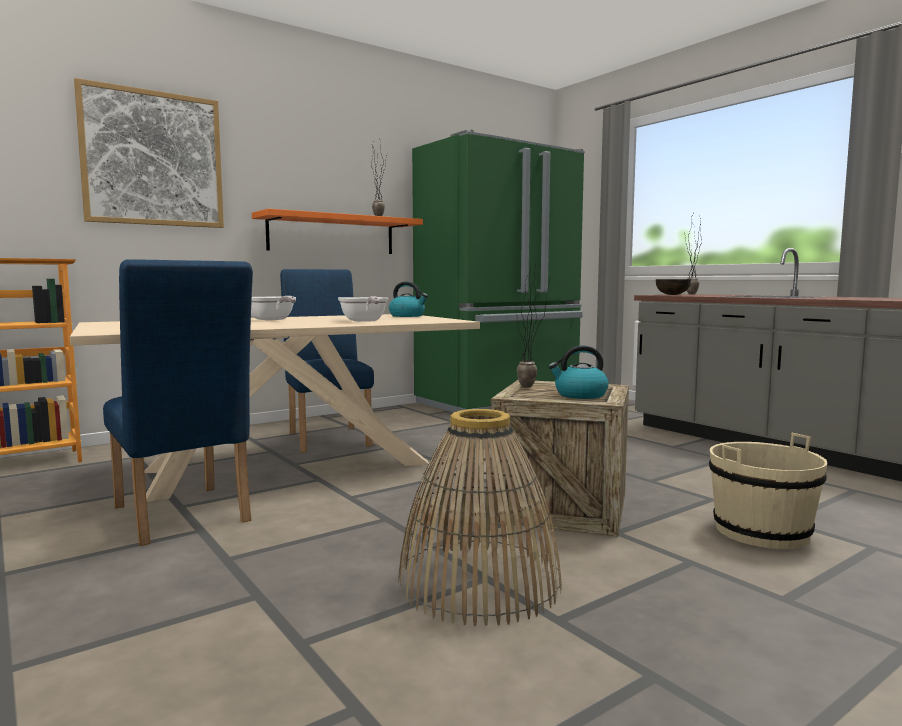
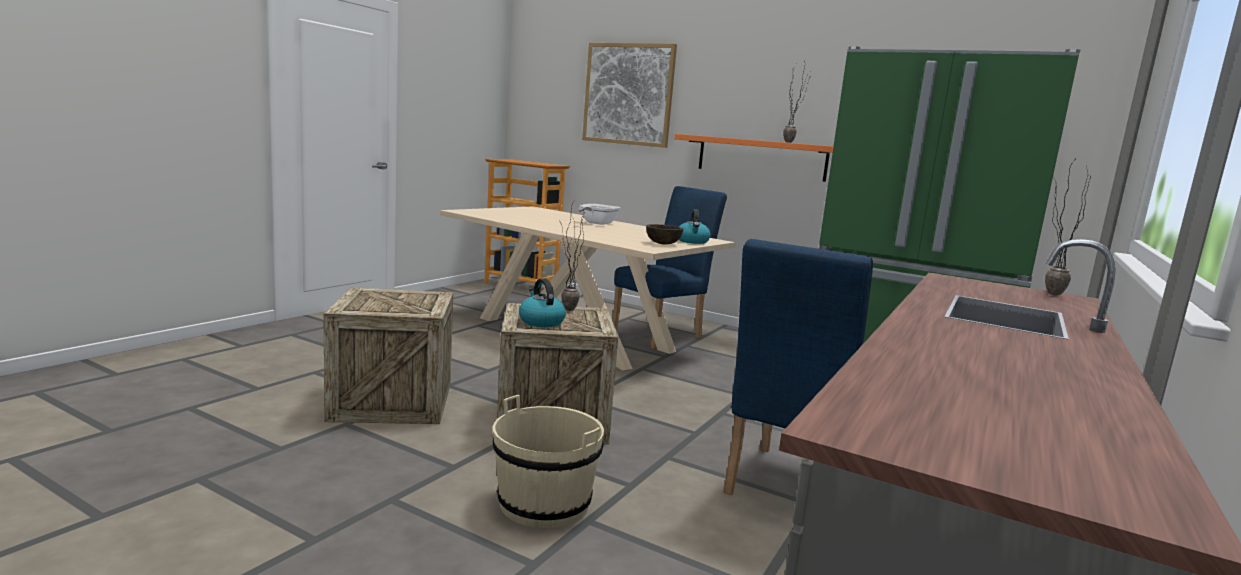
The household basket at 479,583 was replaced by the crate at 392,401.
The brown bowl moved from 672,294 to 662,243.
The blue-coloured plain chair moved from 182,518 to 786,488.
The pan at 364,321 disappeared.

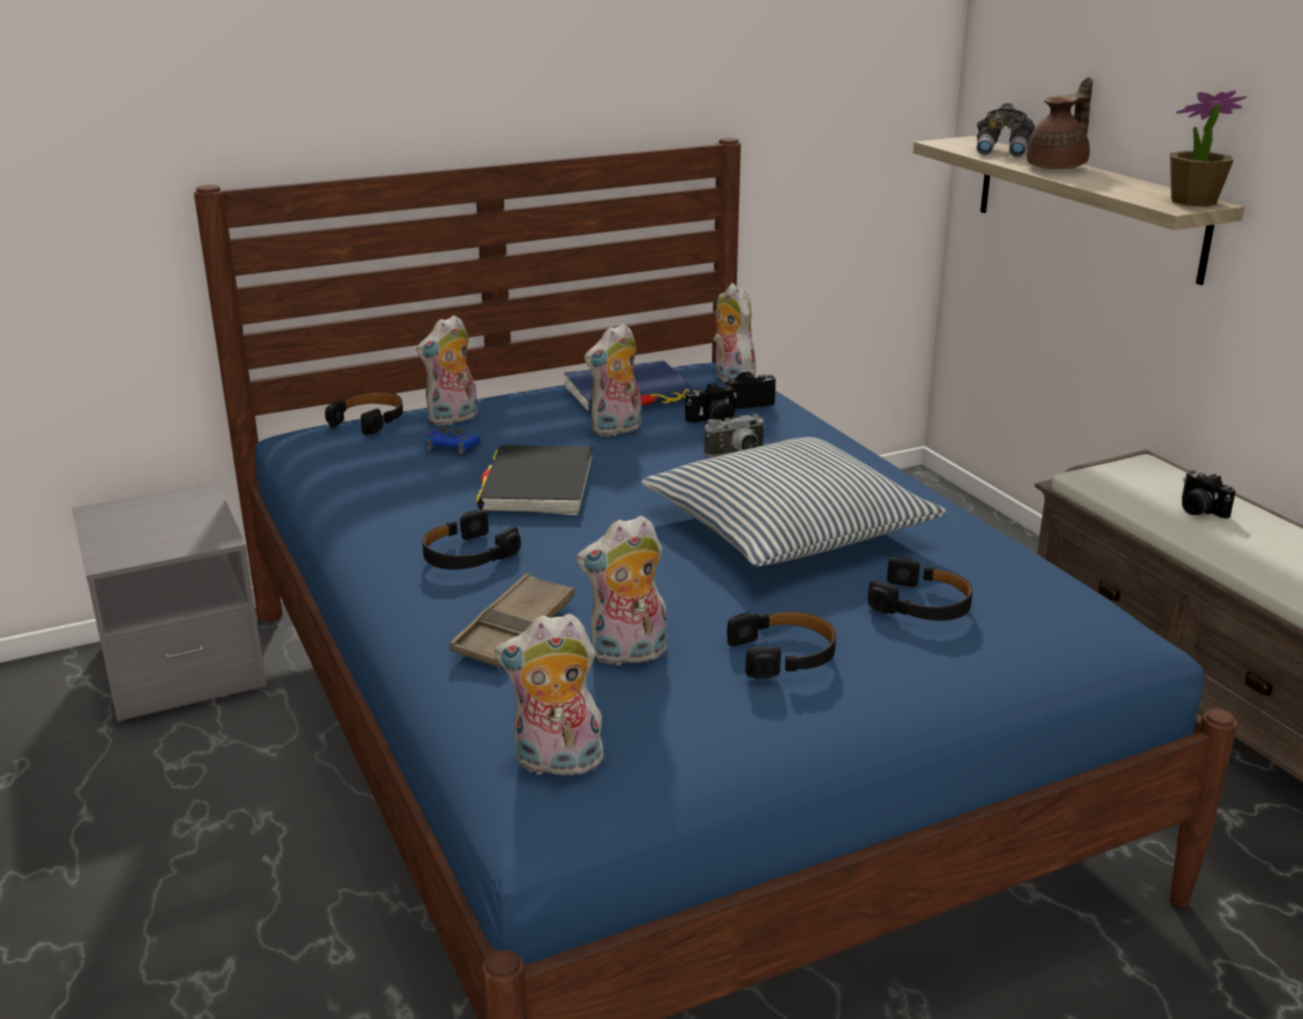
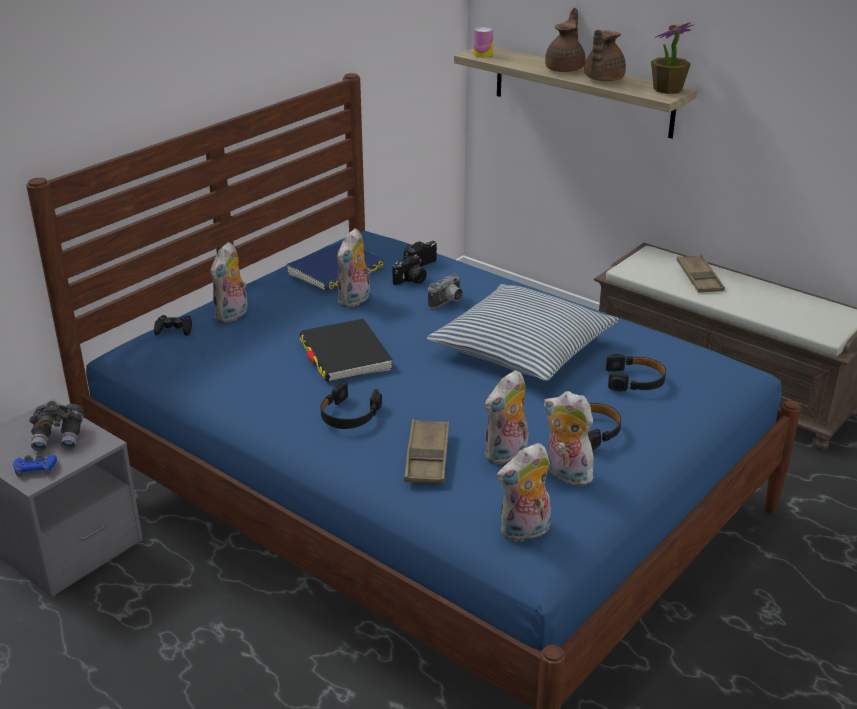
The blue-coloured gamepad moved from 452,447 to 35,469.
The greyish pair of binoculars moved from 1003,151 to 59,437.
The blackish pair of headphones at 369,420 was replaced by the blackish gamepad at 174,329.
The can at 483,54 appeared.
The soft toy moved from 730,379 to 565,474.
The brown teapot at 602,79 appeared.
The still camera at 1199,510 was replaced by the brown serving tray at 699,278.

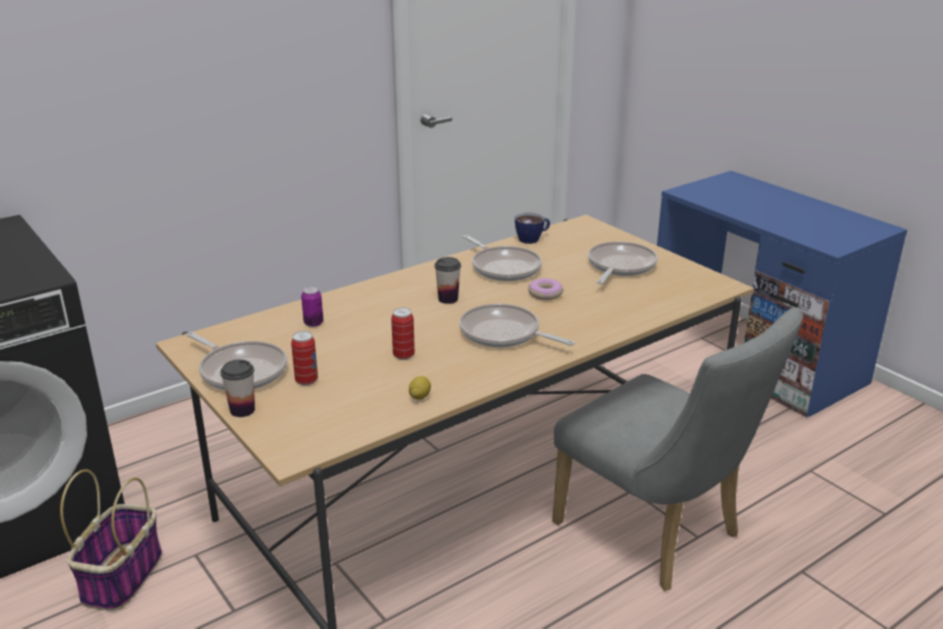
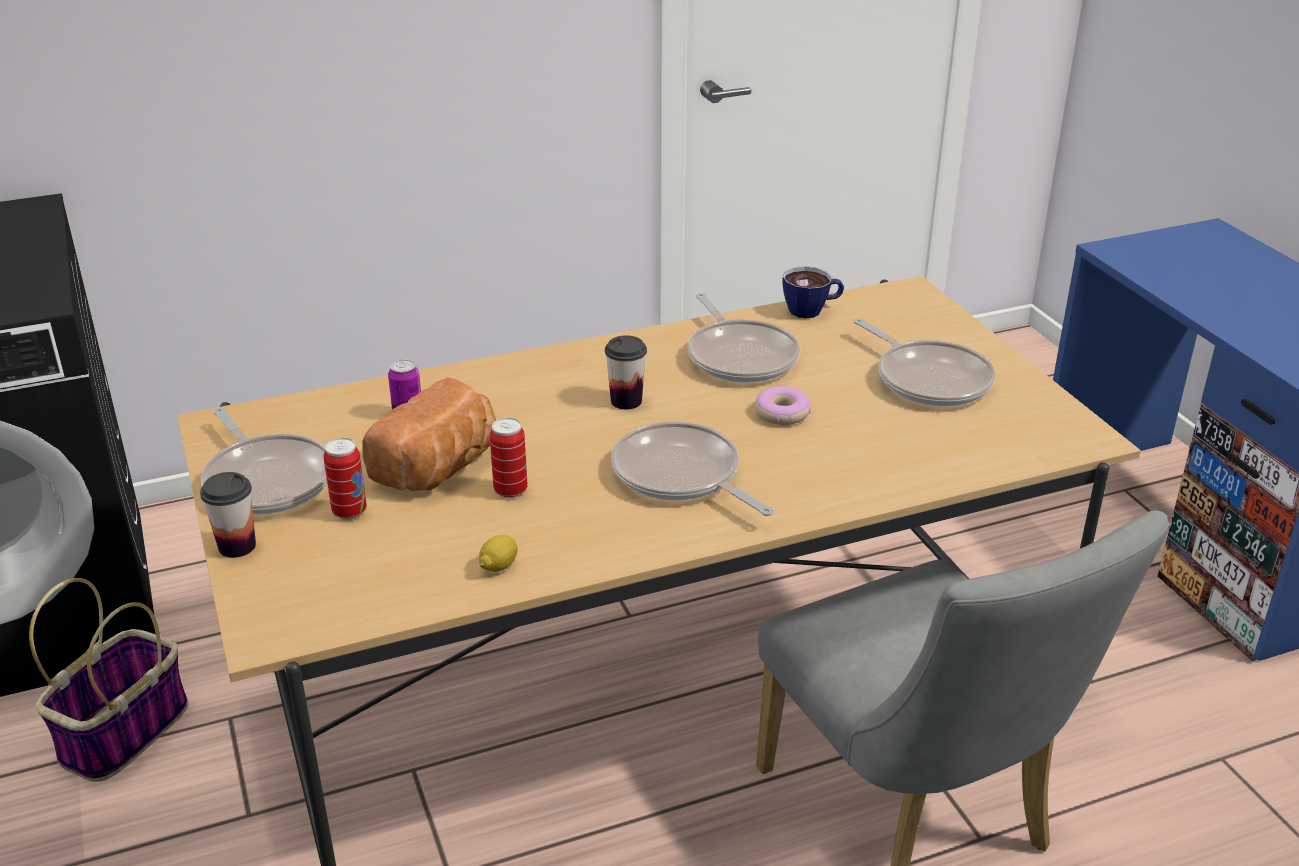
The bakery bread at 440,468 appeared.
The pan at 619,266 turned 105 degrees clockwise.

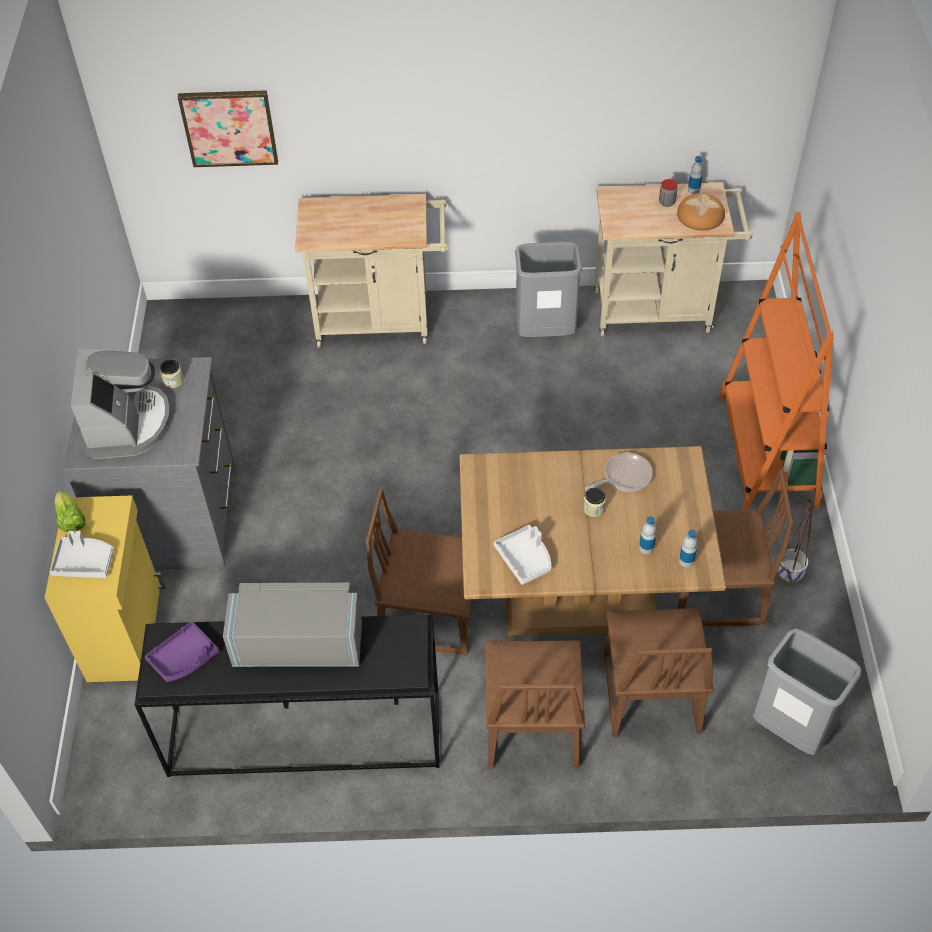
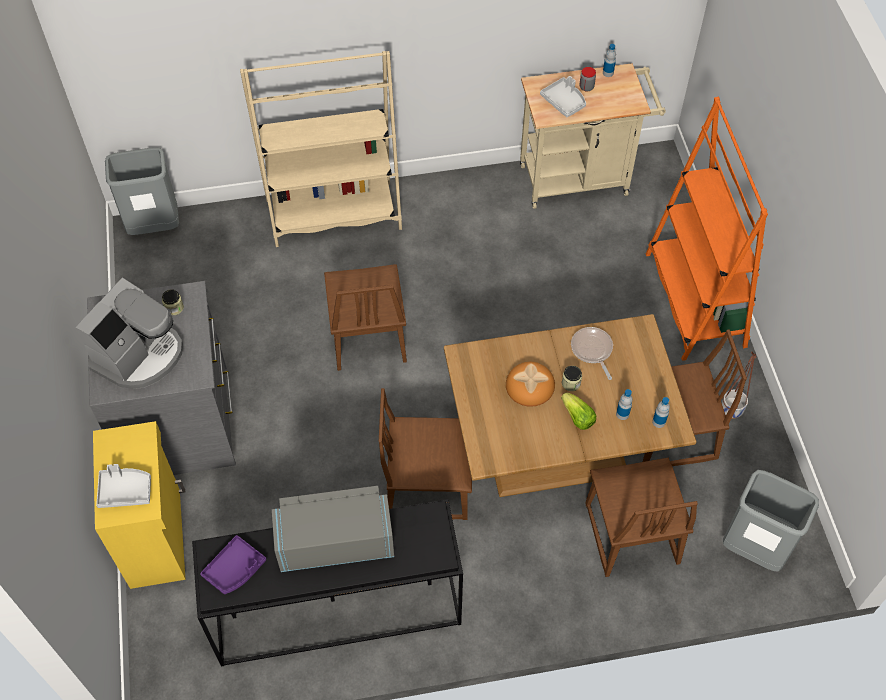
The coffee maker at 127,424 turned 45 degrees clockwise.
The greyish rubbish bin moved from 545,332 to 155,226.
The beige cart at 381,321 was replaced by the beige bookcase at 334,214.
The brown plain chair moved from 530,725 to 367,337.
The bakery bread moved from 700,216 to 529,386.
The greyish serving tray moved from 525,559 to 564,101.
The lettuce moved from 71,520 to 577,417.
The pan at 624,477 turned 75 degrees counterclockwise.
The wall art at 229,127 disappeared.

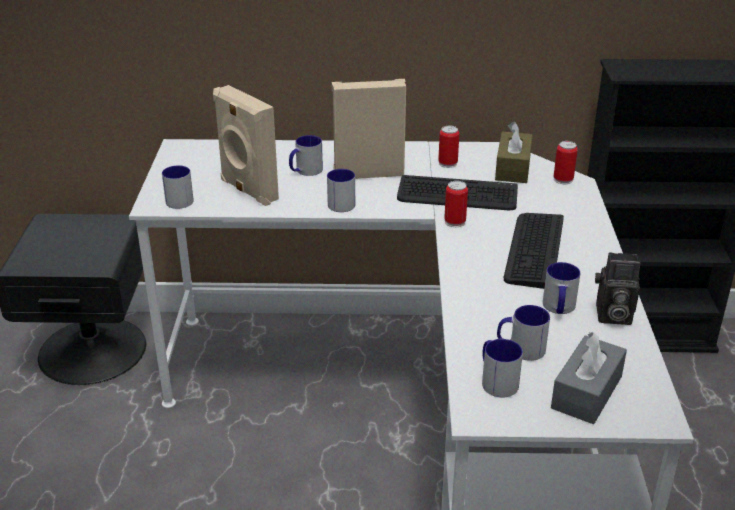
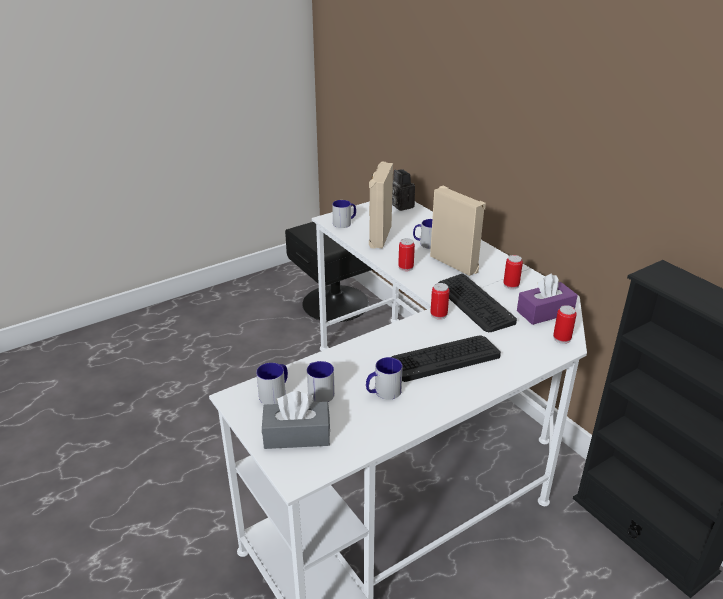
The still camera moved from 611,316 to 401,206.
The coffee mug at 339,202 was replaced by the can at 405,267.
The brown tissue box at 513,168 became the purple tissue box at 545,312.

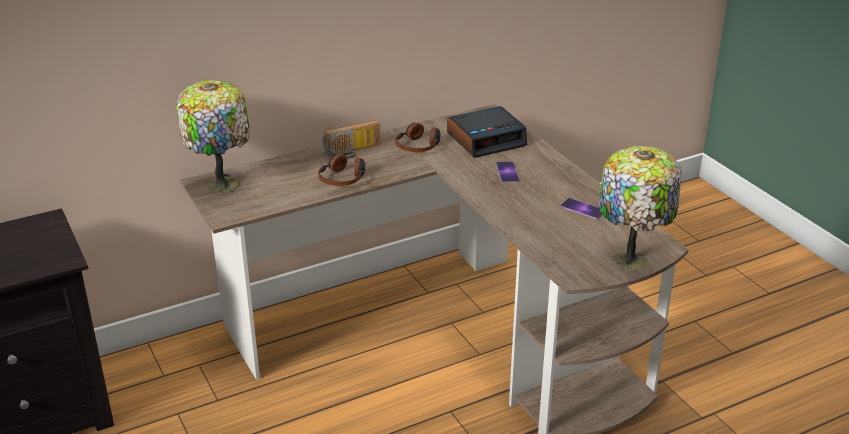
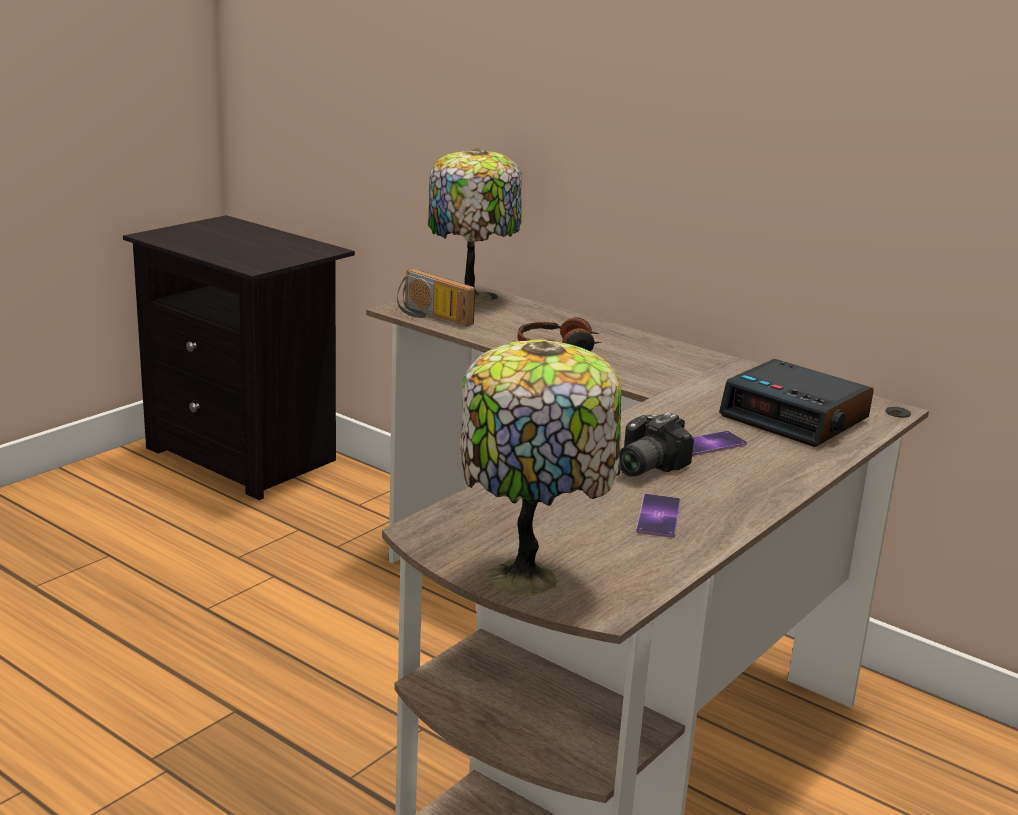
The radio set moved from 353,152 to 431,316.
The still camera at 643,466 appeared.
The pair of headphones at 419,146 disappeared.

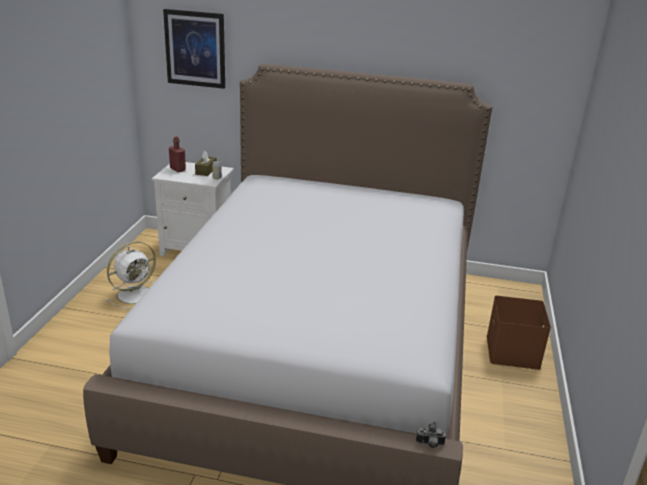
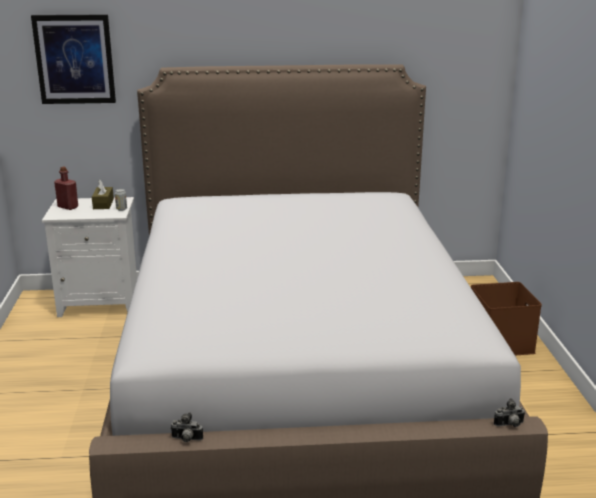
The still camera at 186,440 appeared.
The white cooling fan at 136,294 disappeared.

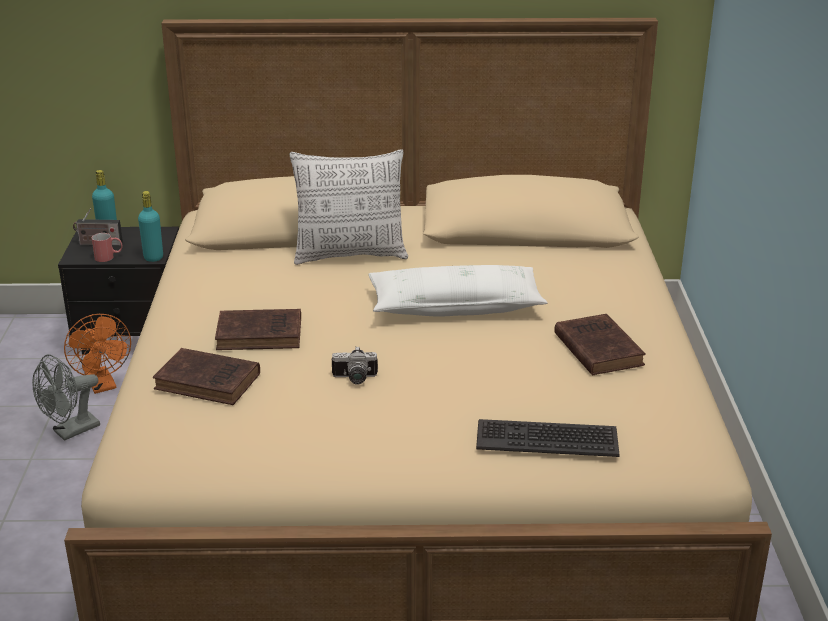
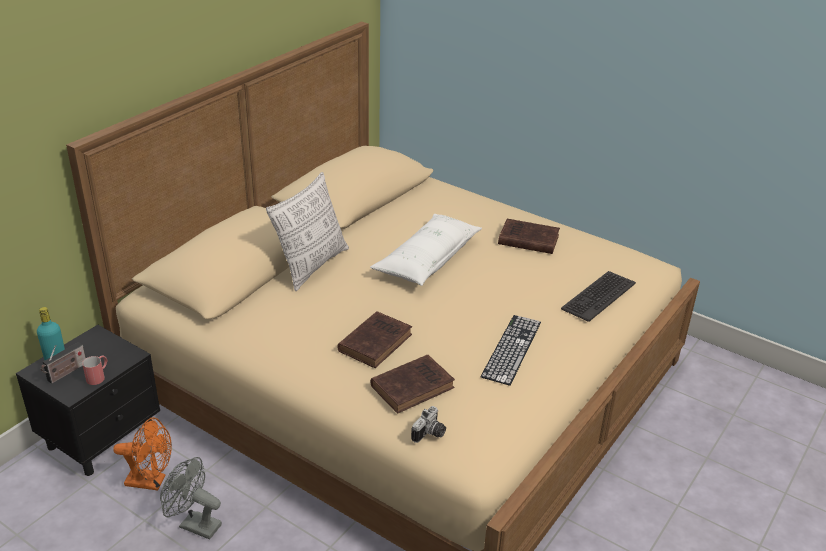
The greyish cooling fan at 70,432 turned 120 degrees clockwise.
The still camera moved from 354,379 to 430,434.
The computer keyboard at 511,349 appeared.
The turquoise-coloured drink bottle at 153,257 disappeared.

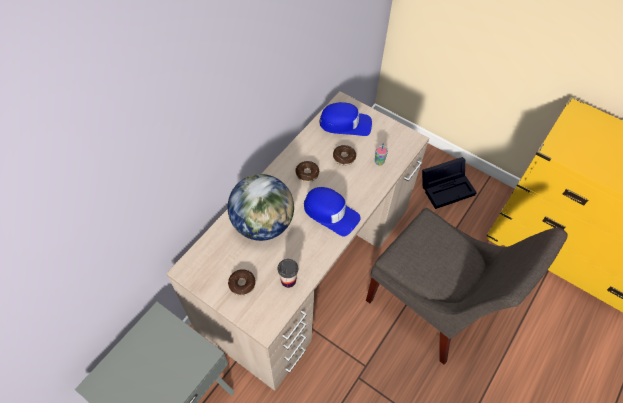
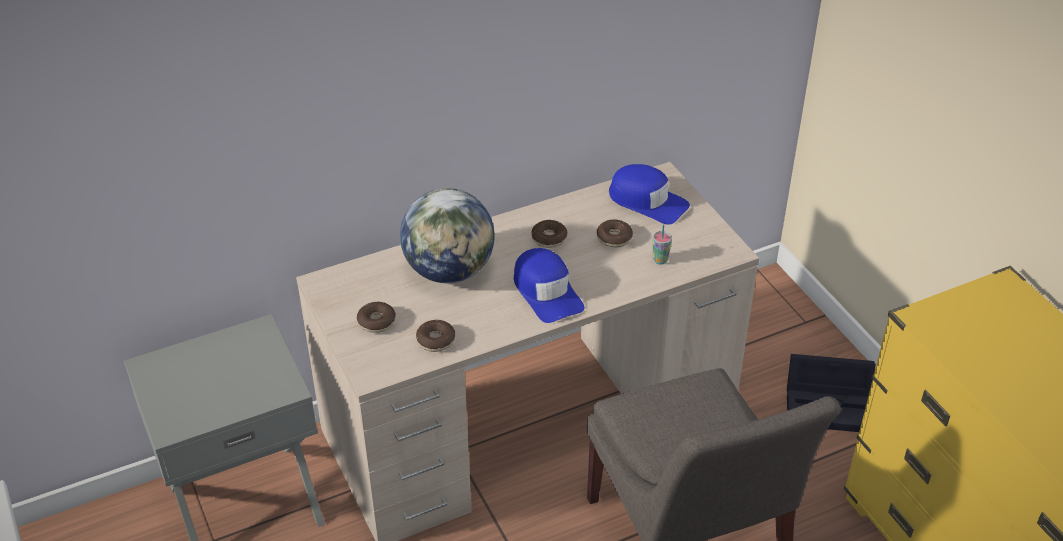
The small cup at 288,280 was replaced by the donut at 436,340.

